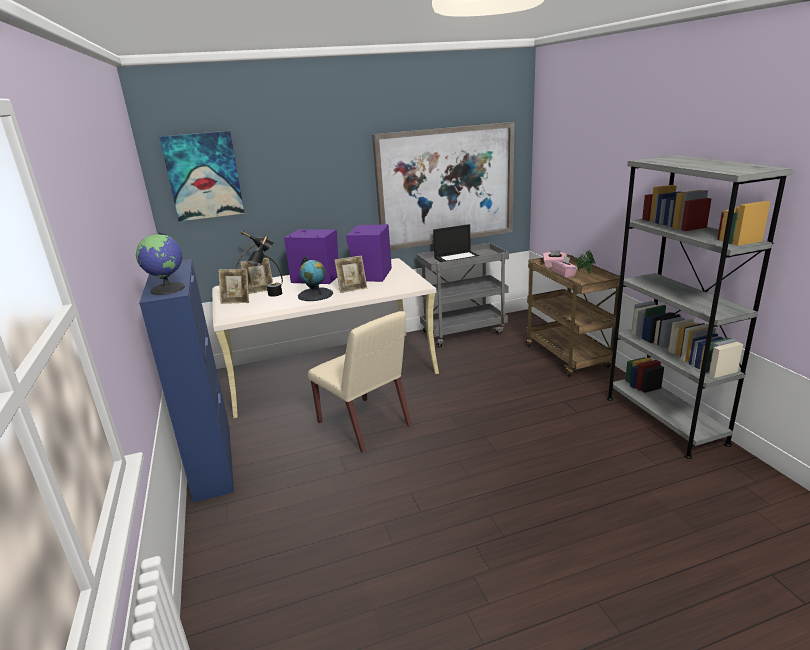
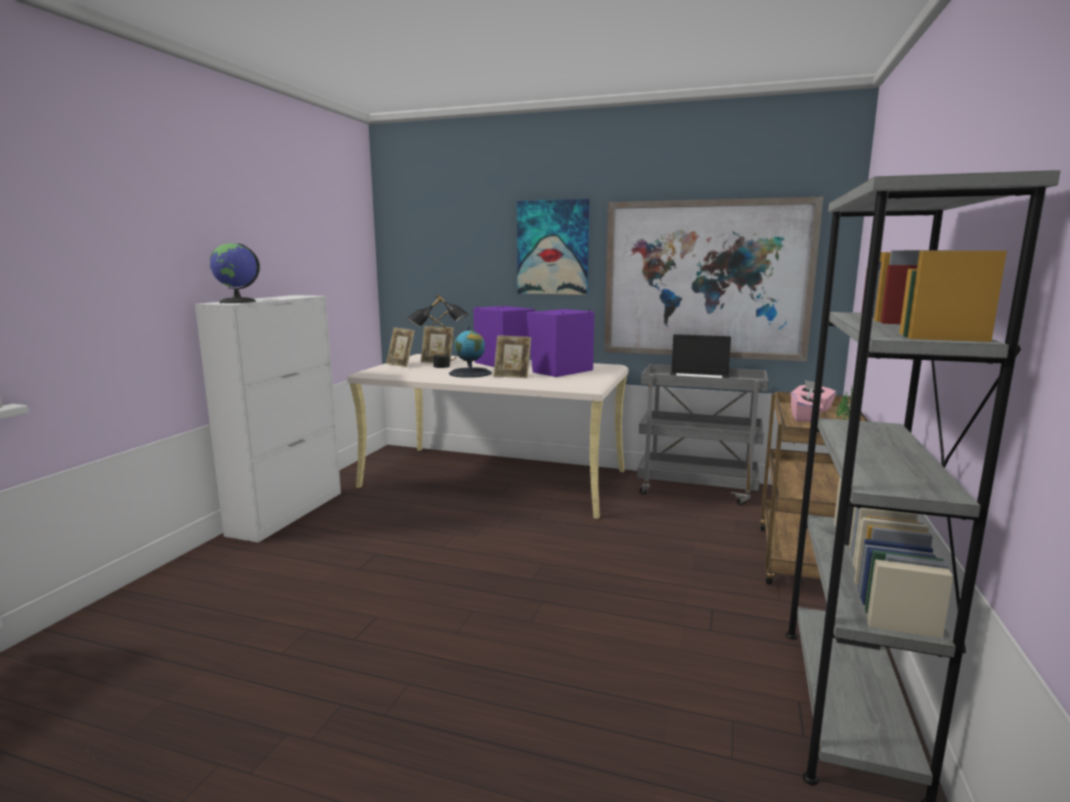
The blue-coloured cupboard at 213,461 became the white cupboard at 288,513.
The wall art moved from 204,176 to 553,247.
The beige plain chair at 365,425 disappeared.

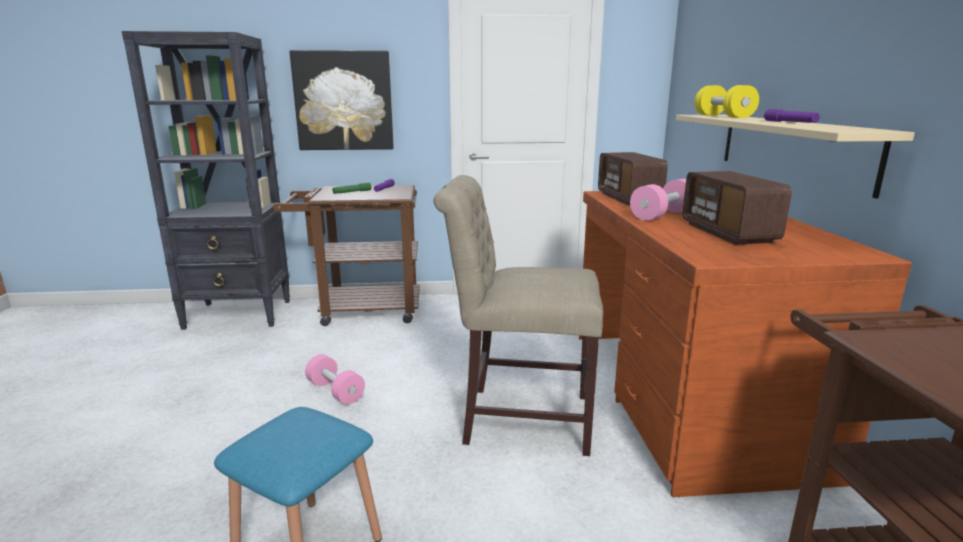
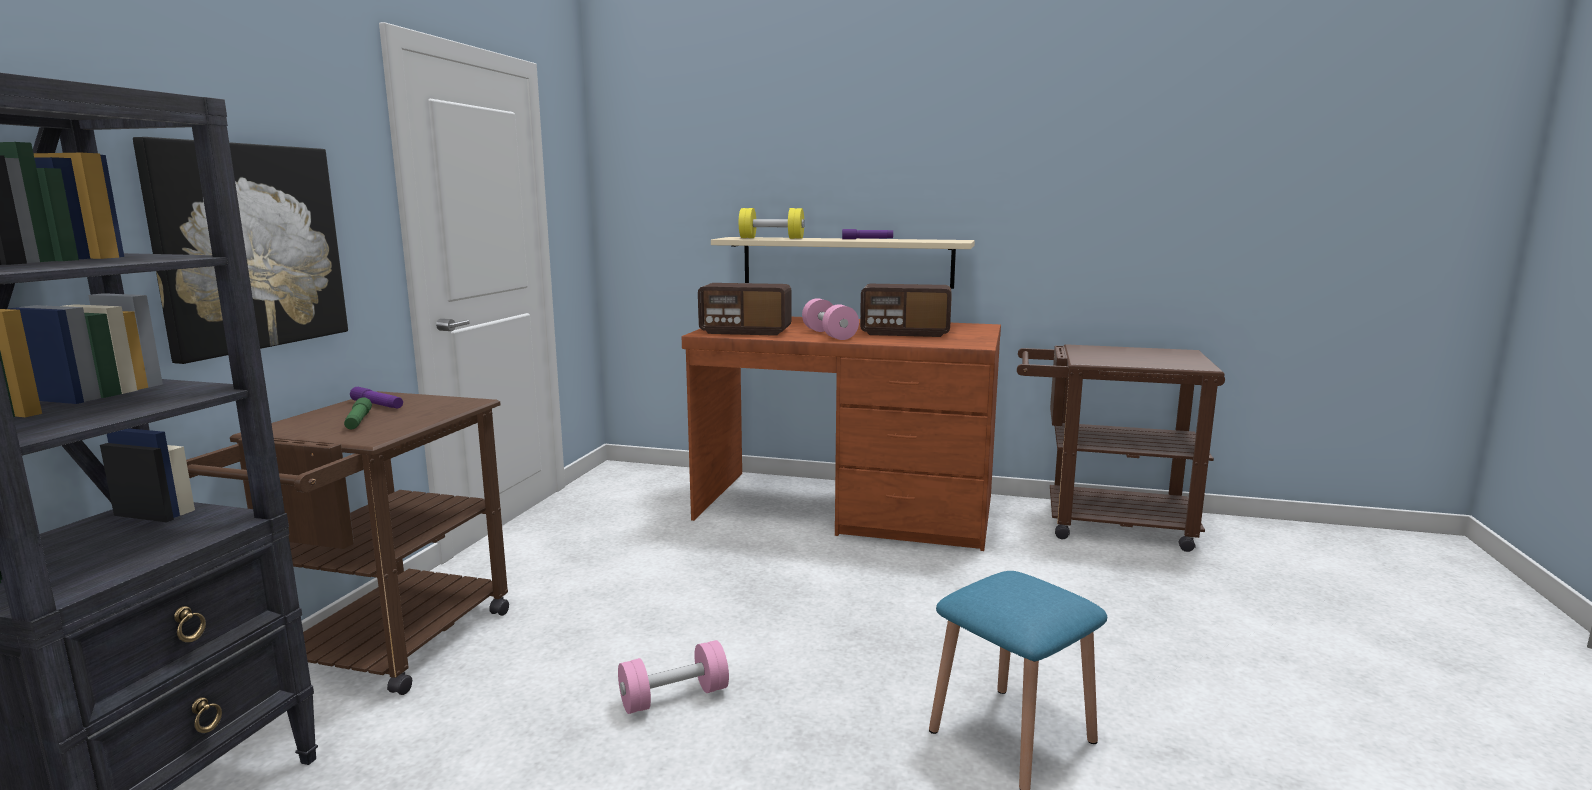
The beige plain chair at 519,417 disappeared.

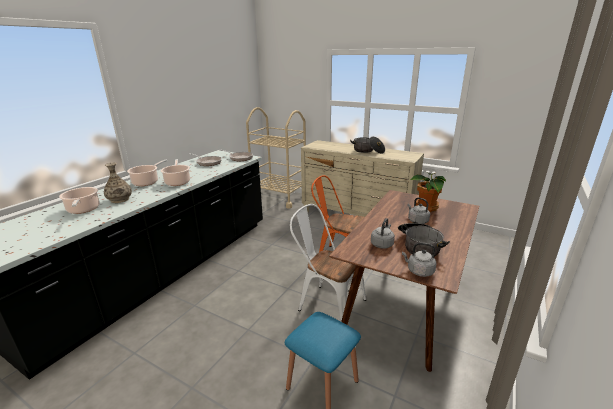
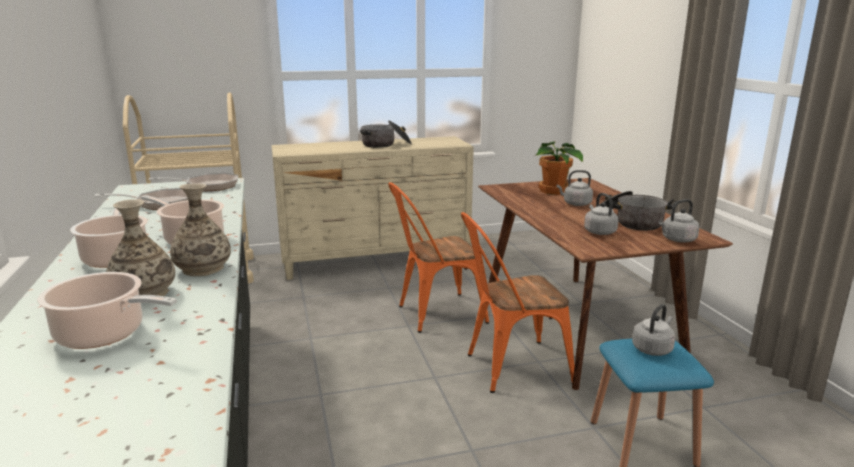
The decorative vase at 203,269 appeared.
The white plain chair at 327,304 became the orange plain chair at 509,368.
The greyish tea kettle at 653,349 appeared.

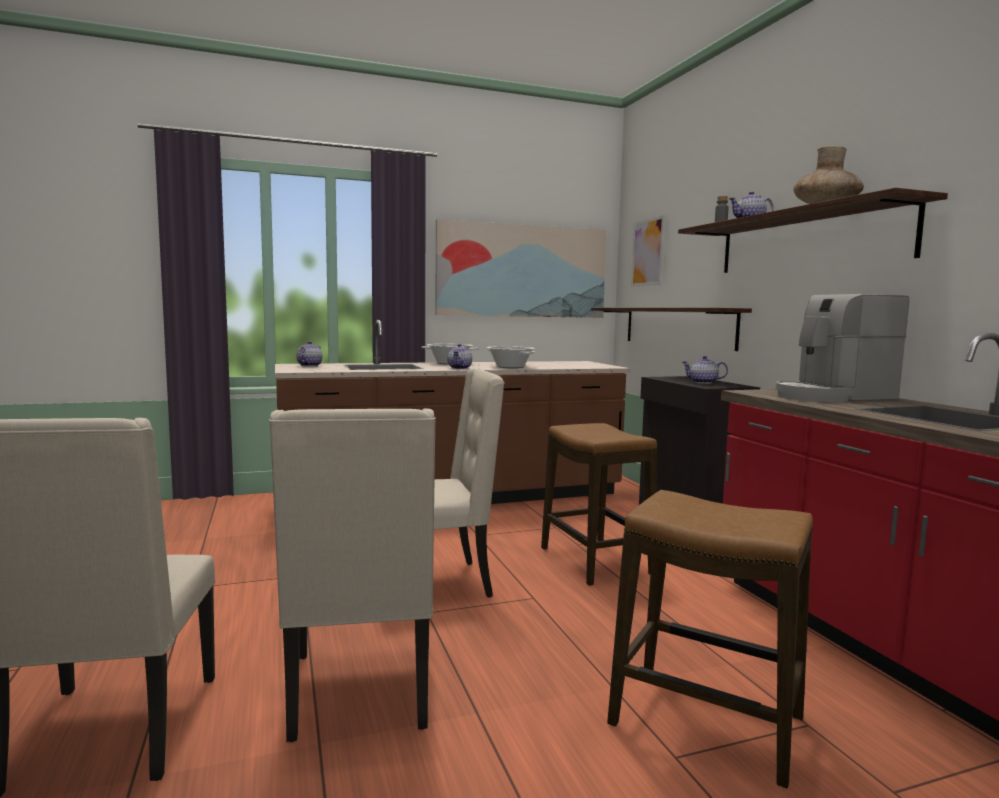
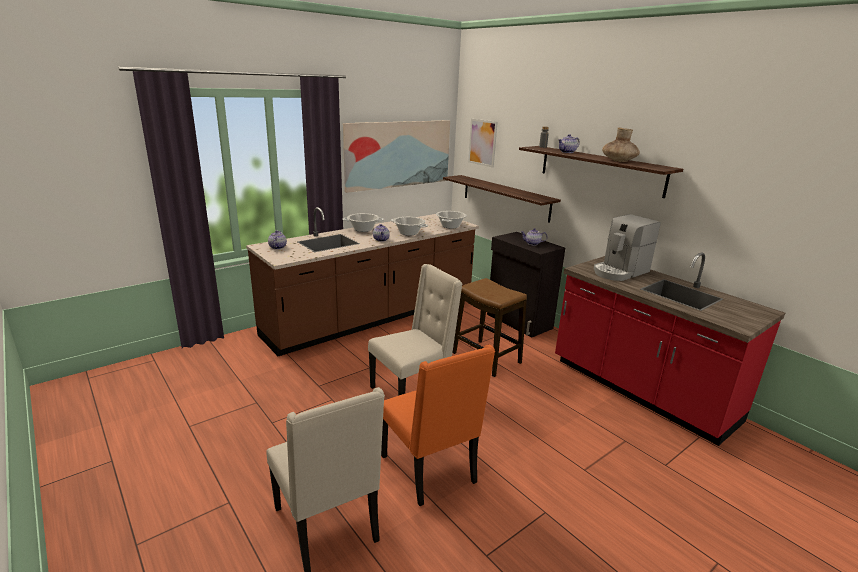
The beige plain chair at 361,692 became the orange plain chair at 430,470.
The saucepot at 450,226 appeared.
The sitting stool at 705,721 disappeared.

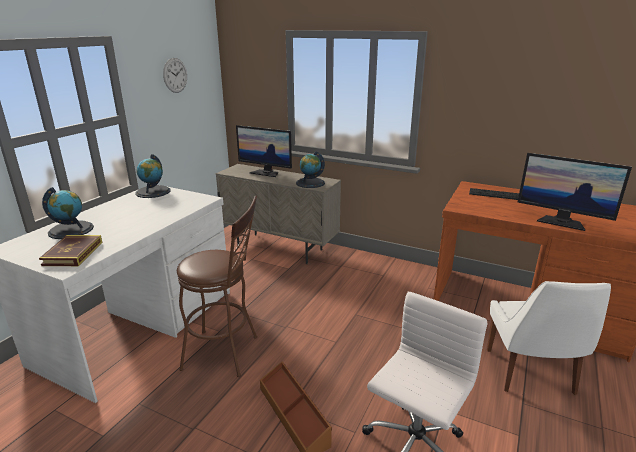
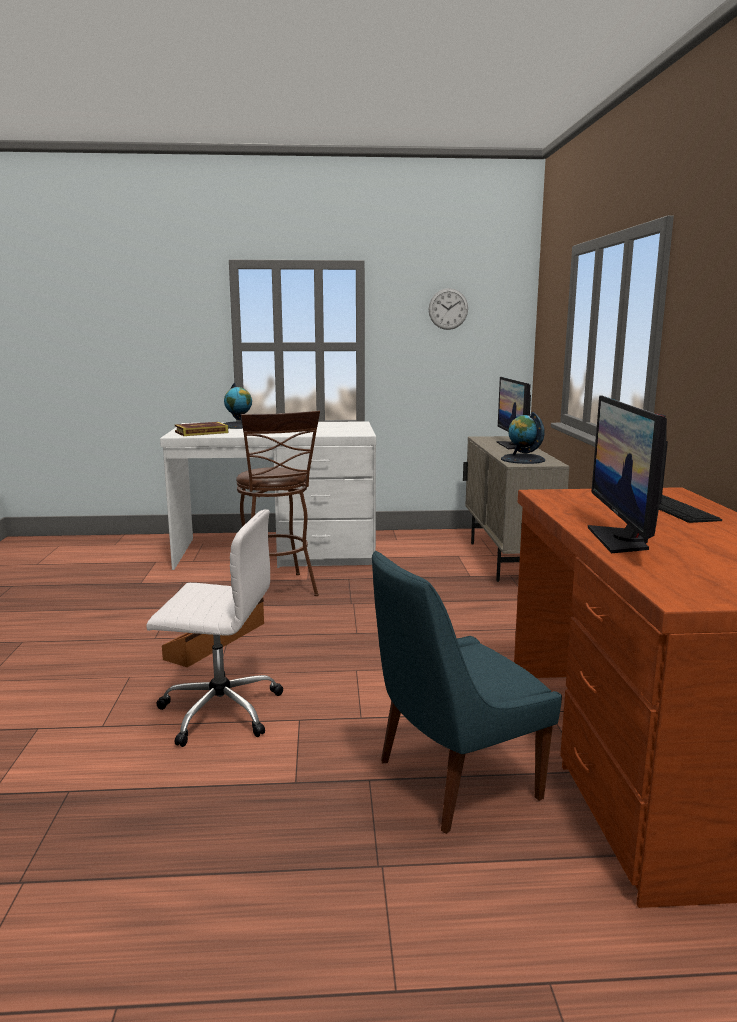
The white plain chair at 530,373 became the blue-coloured plain chair at 452,781.
The world globe at 153,192 disappeared.

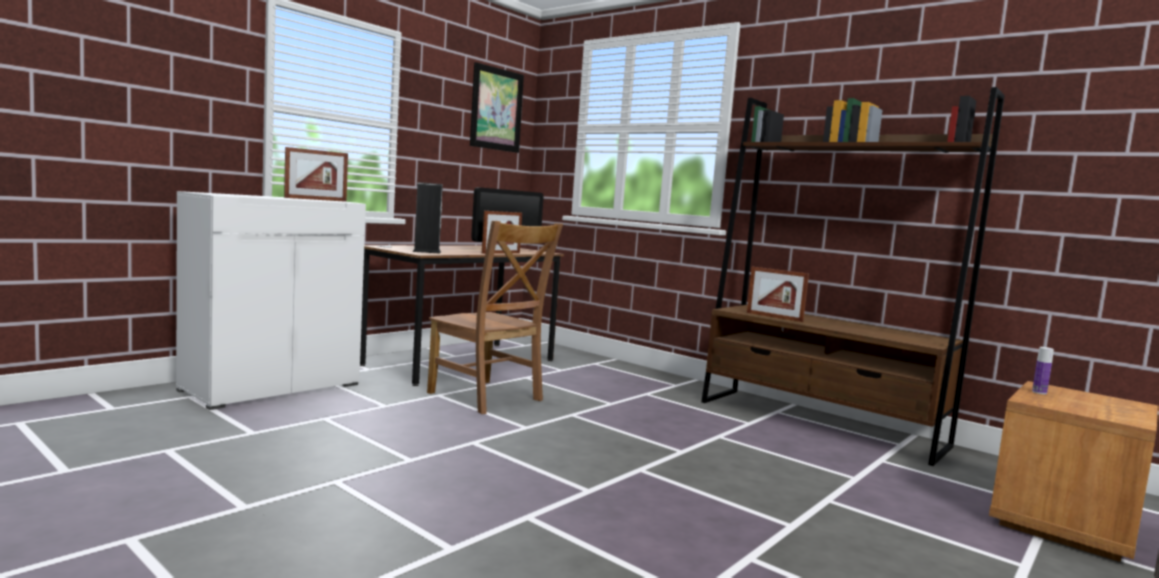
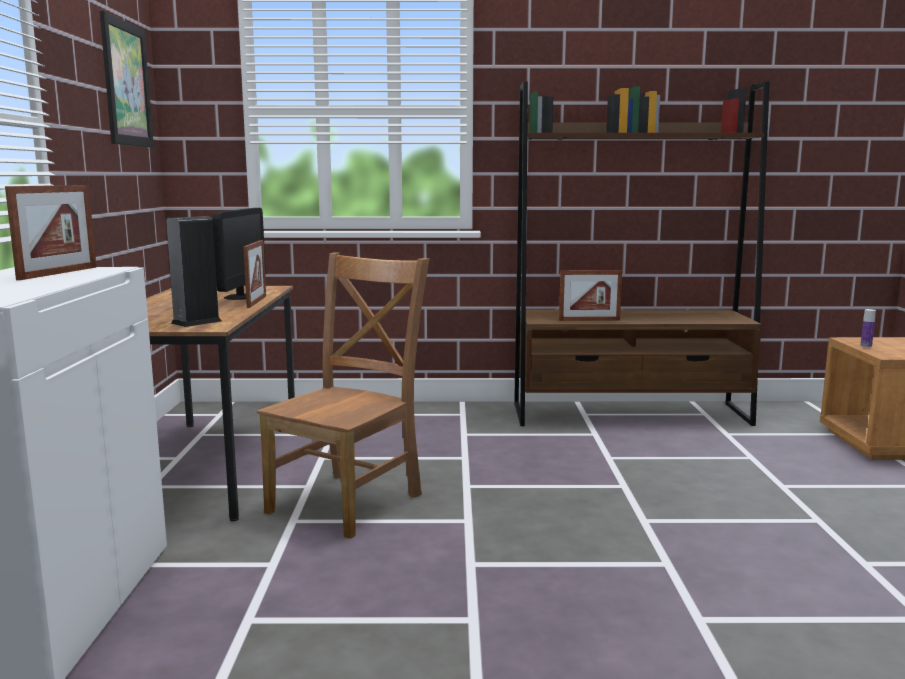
The brown plain chair at 487,398 turned 60 degrees counterclockwise.

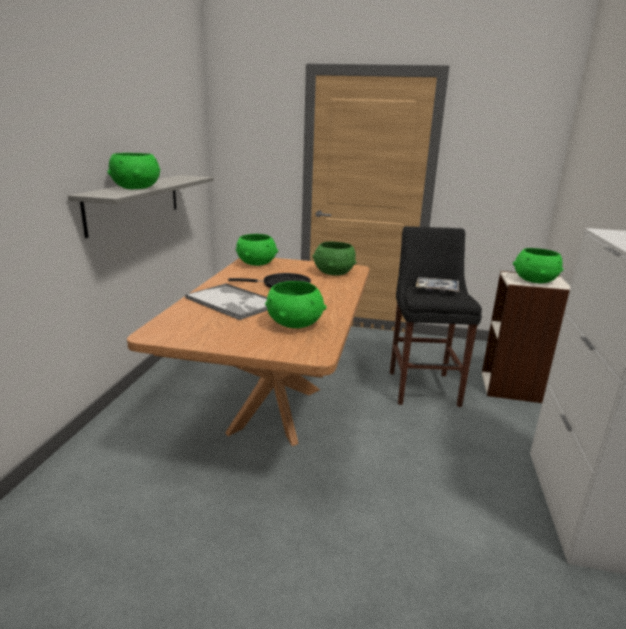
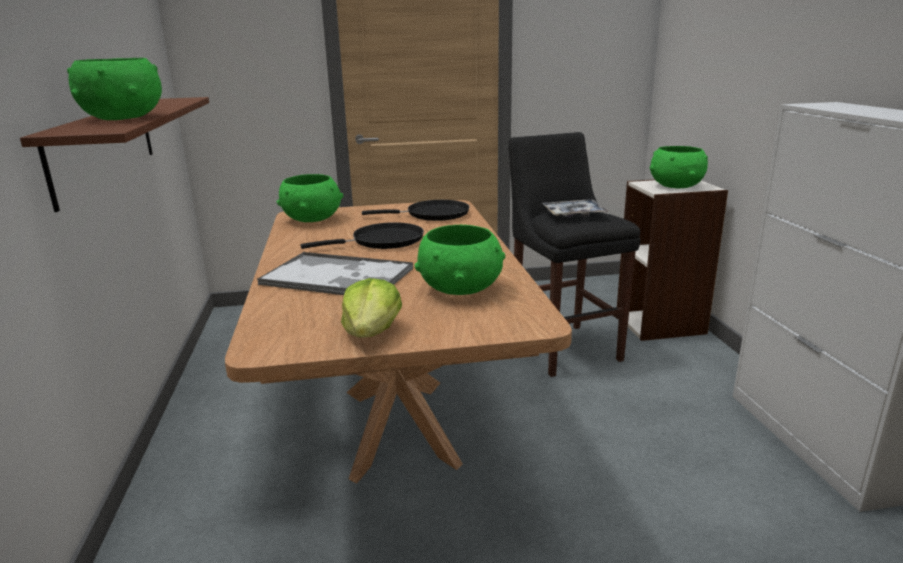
The greyish wall shelf at 135,202 became the brown wall shelf at 105,146.
The lettuce at 372,332 appeared.
The green bowl at 334,273 was replaced by the blackish pan at 433,214.

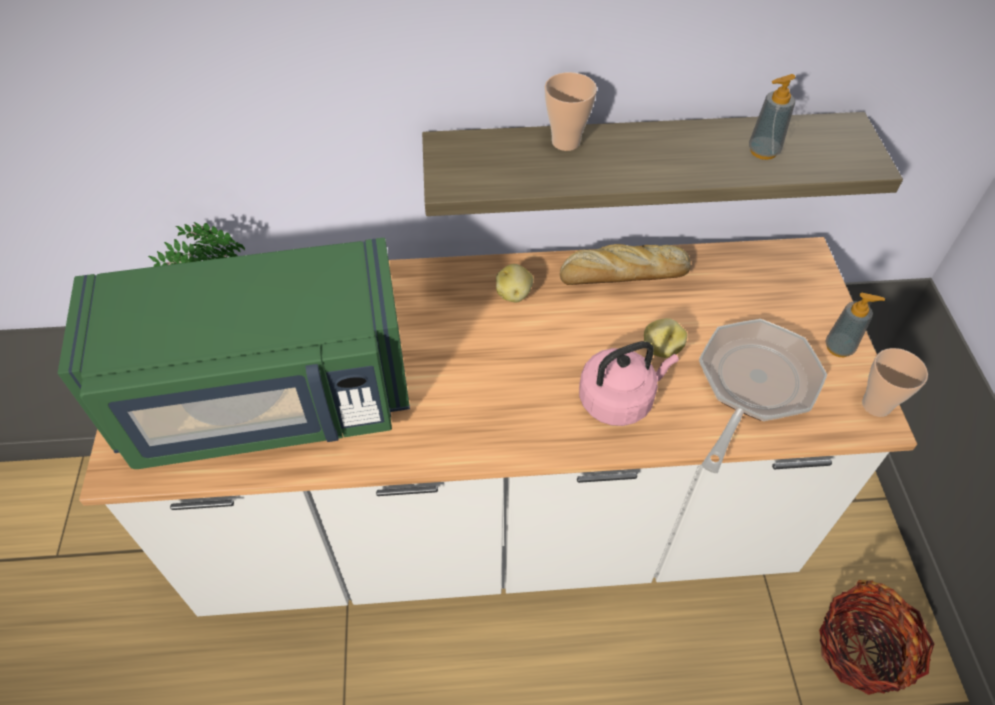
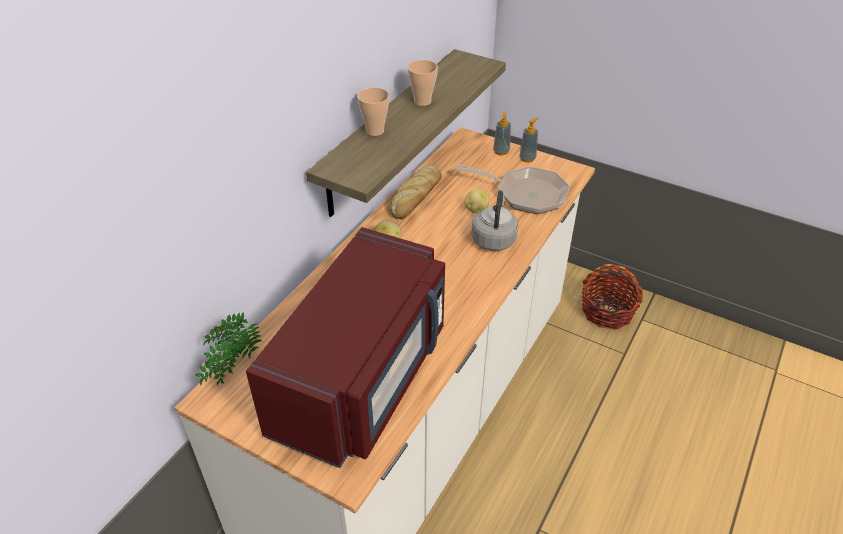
The green microwave at 267,401 became the red-coloured microwave at 363,378.
The small cup moved from 876,405 to 422,101.
The pan at 752,387 turned 135 degrees clockwise.
The pink-coloured tea kettle at 619,399 became the greyish tea kettle at 494,239.
The soap bottle moved from 763,151 to 501,151.

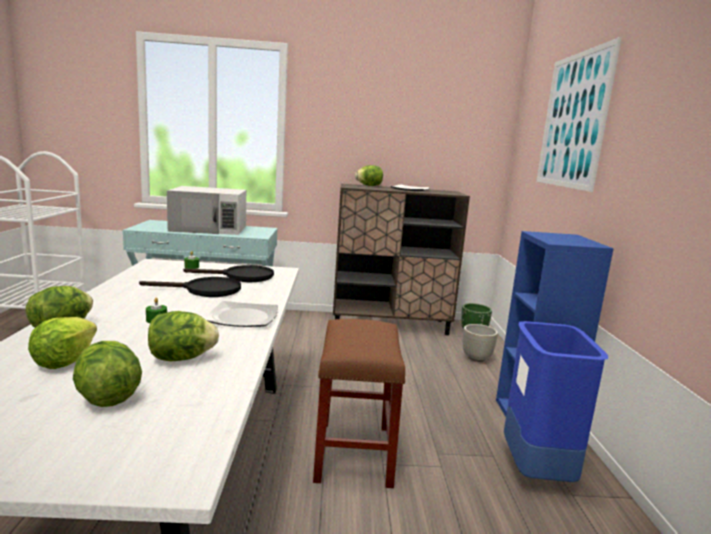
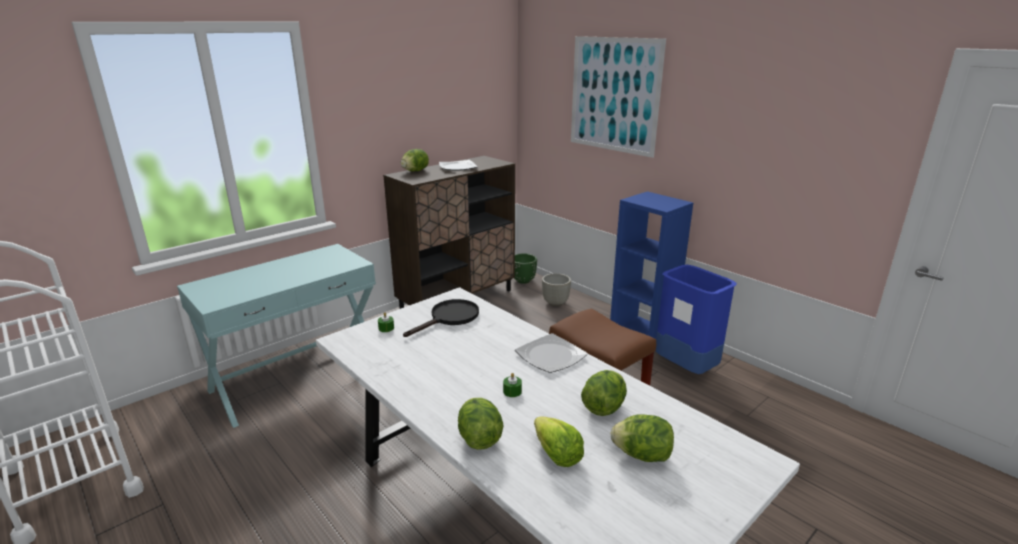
The blackish pan at 205,290 disappeared.
The white microwave at 209,228 disappeared.

